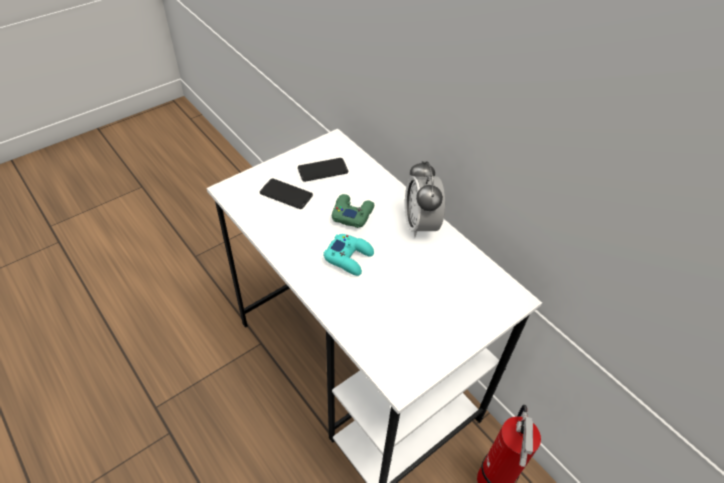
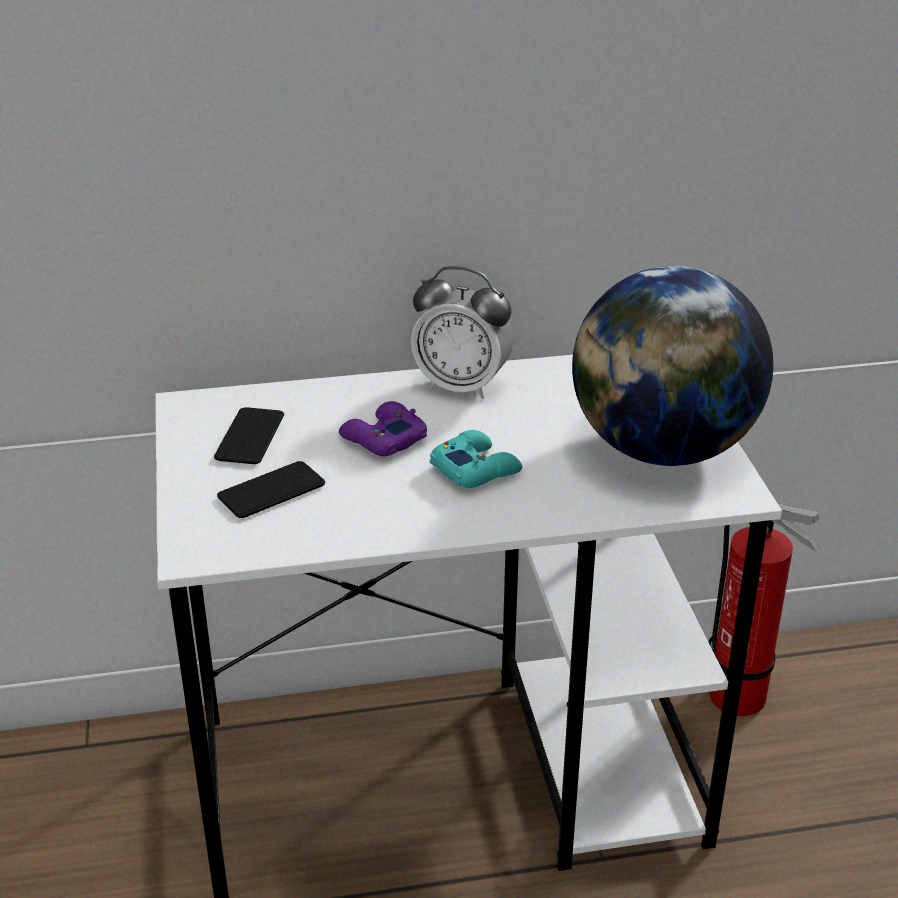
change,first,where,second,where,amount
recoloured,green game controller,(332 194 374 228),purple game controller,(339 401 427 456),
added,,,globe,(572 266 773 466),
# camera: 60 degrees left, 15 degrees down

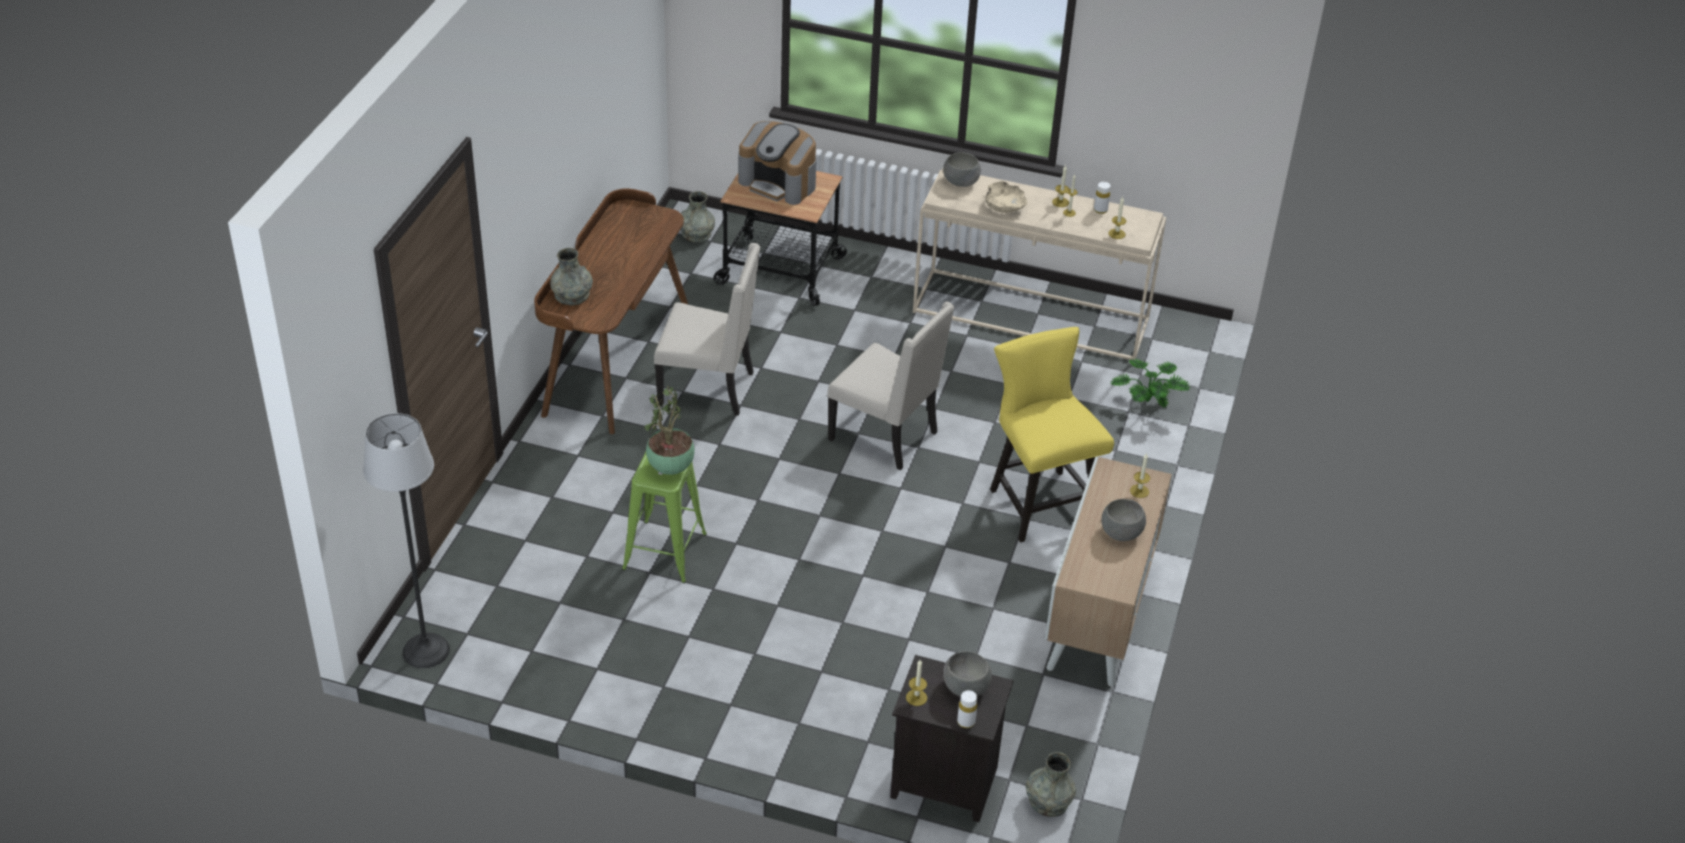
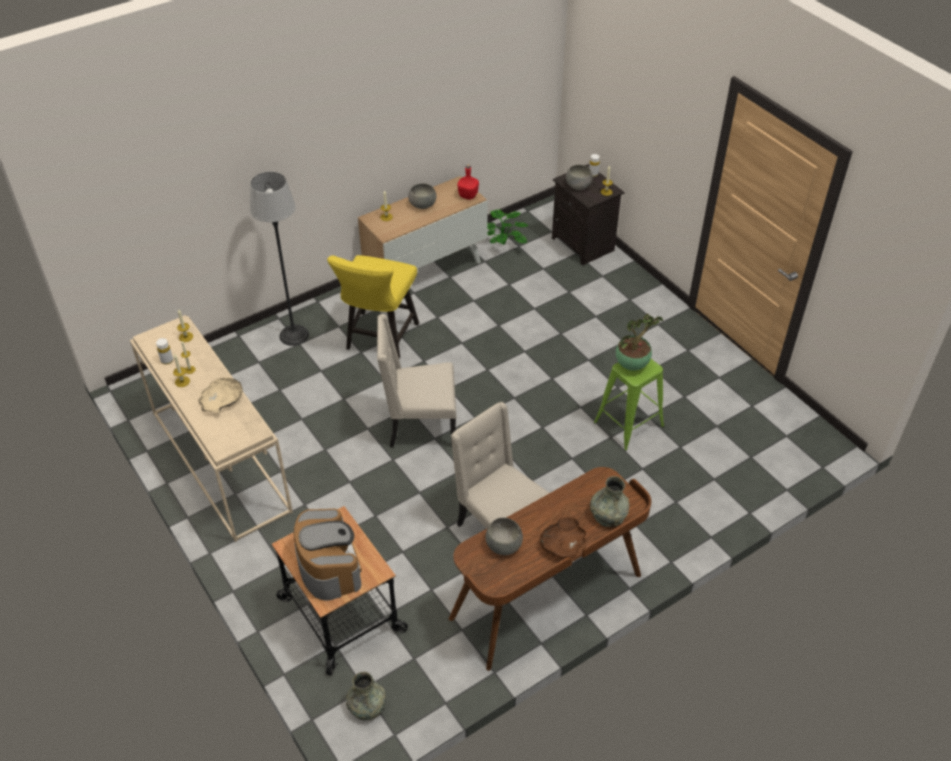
change,first,where,second,where,amount
moved,floor lamp,(363 413 450 668),,(250 172 309 346),
turned,beige chair,(827 301 954 470),,(377 314 457 447),75 degrees counterclockwise
added,,,red bottle,(458 164 479 200),
moved,grey bowl,(943 152 981 187),,(485 517 523 555),
moved,potted plant,(1110 358 1190 407),,(487 210 528 245),
added,,,brown bowl,(540 517 586 558),
removed,grey vase,(1026 752 1076 817),,,
# camera: 140 degrees left, 5 degrees up

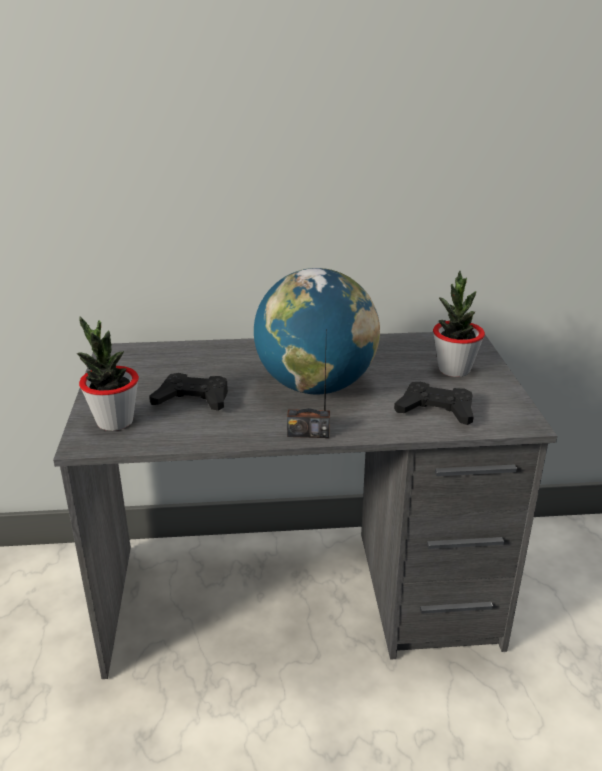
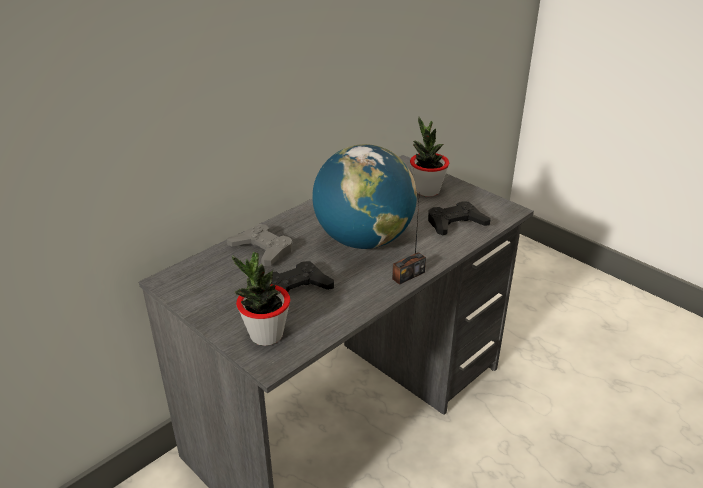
change,first,where,second,where,amount
added,,,grey game controller,(227 224 293 266),
# camera: 40 degrees left, 5 degrees up

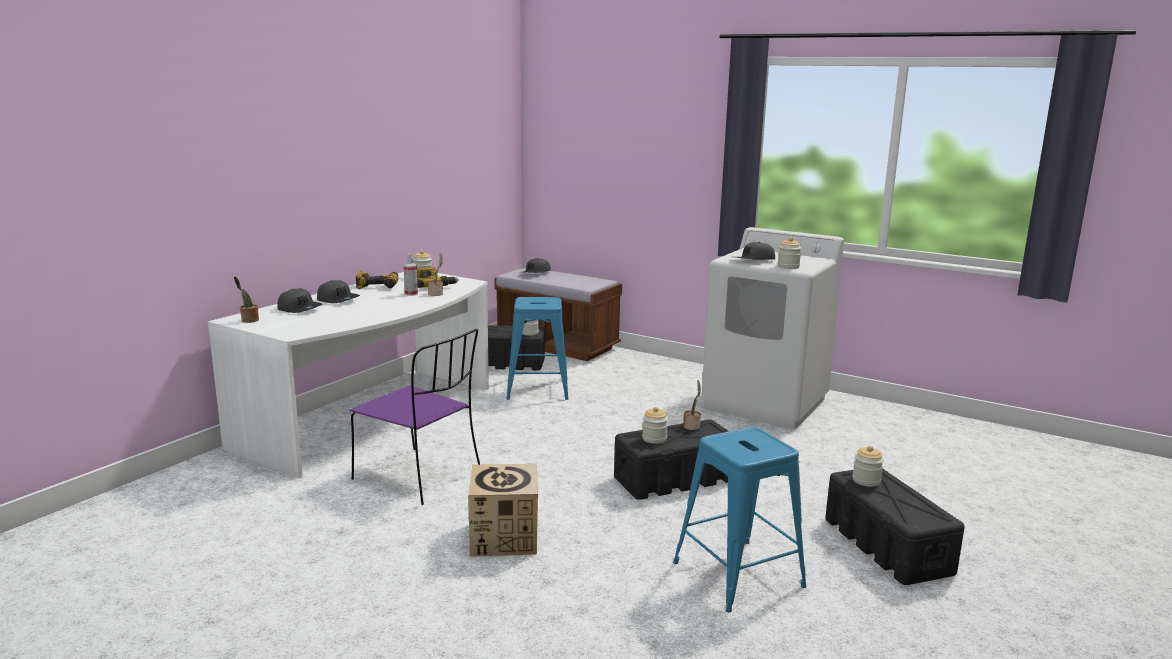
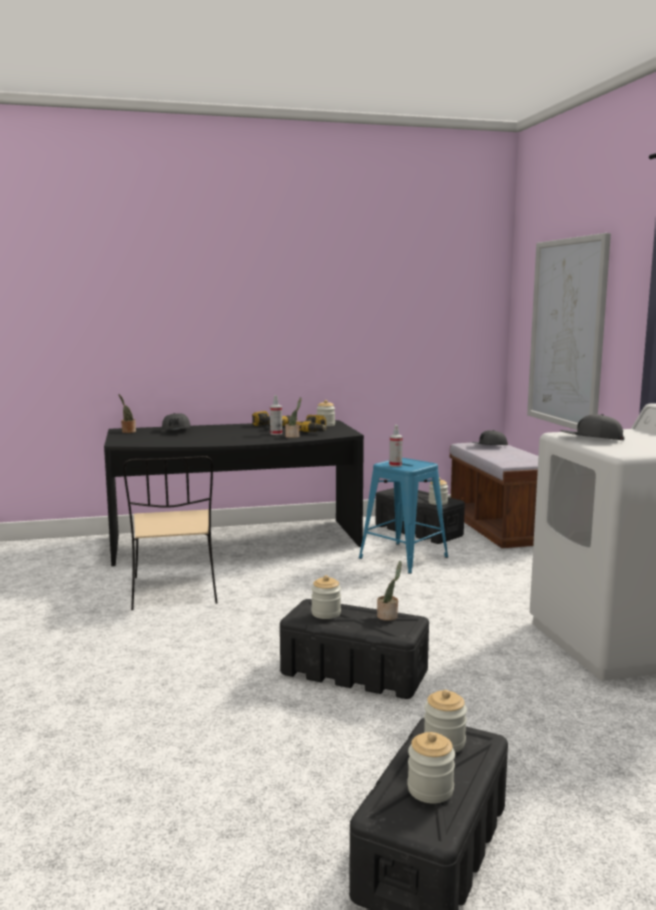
change,first,where,second,where,amount
recoloured,white desk,(208 272 489 478),black desk,(104 420 364 566),
recoloured,purple chair,(350 329 480 505),beige chair,(123 456 218 610),
added,,,spray bottle,(389 425 403 467),
moved,jar,(778 238 801 269),,(407 732 455 803),
added,,,picture,(527 233 611 430),
removed,grey cap,(317 280 360 303),,,
removed,cardboard box,(468 464 538 557),,,
removed,blue stool,(673 427 807 612),,,
# camera: 45 degrees right, 5 degrees down

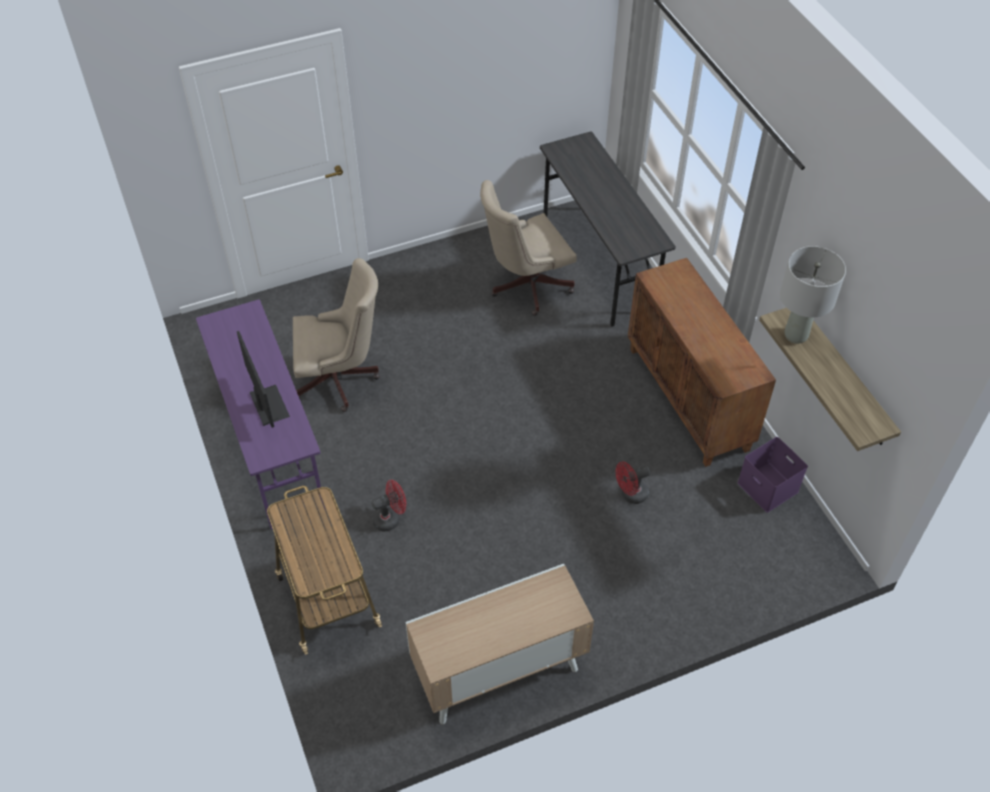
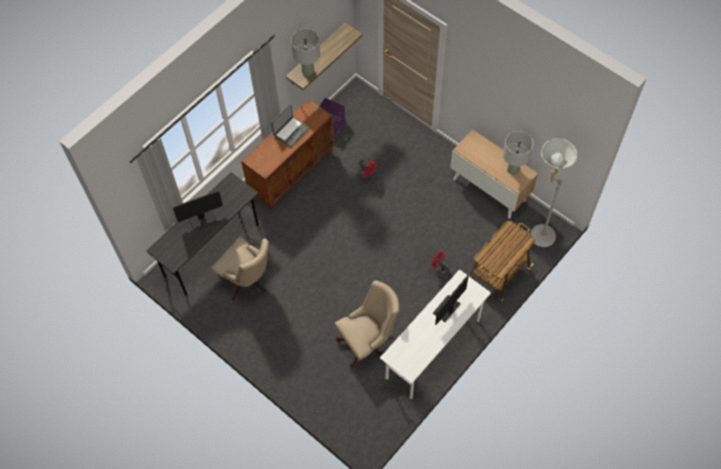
change,first,where,second,where,amount
added,,,monitor,(172 190 223 232),
added,,,laptop,(271 103 309 147),
turned,beige office chair,(293 258 380 412),,(335 280 400 367),90 degrees clockwise
recoloured,purple desk,(196 300 326 530),white desk,(380 270 491 399),
added,,,grey table lamp,(503 131 534 175),
added,,,grey floor lamp,(530 138 577 247),
# camera: 115 degrees left, 10 degrees up

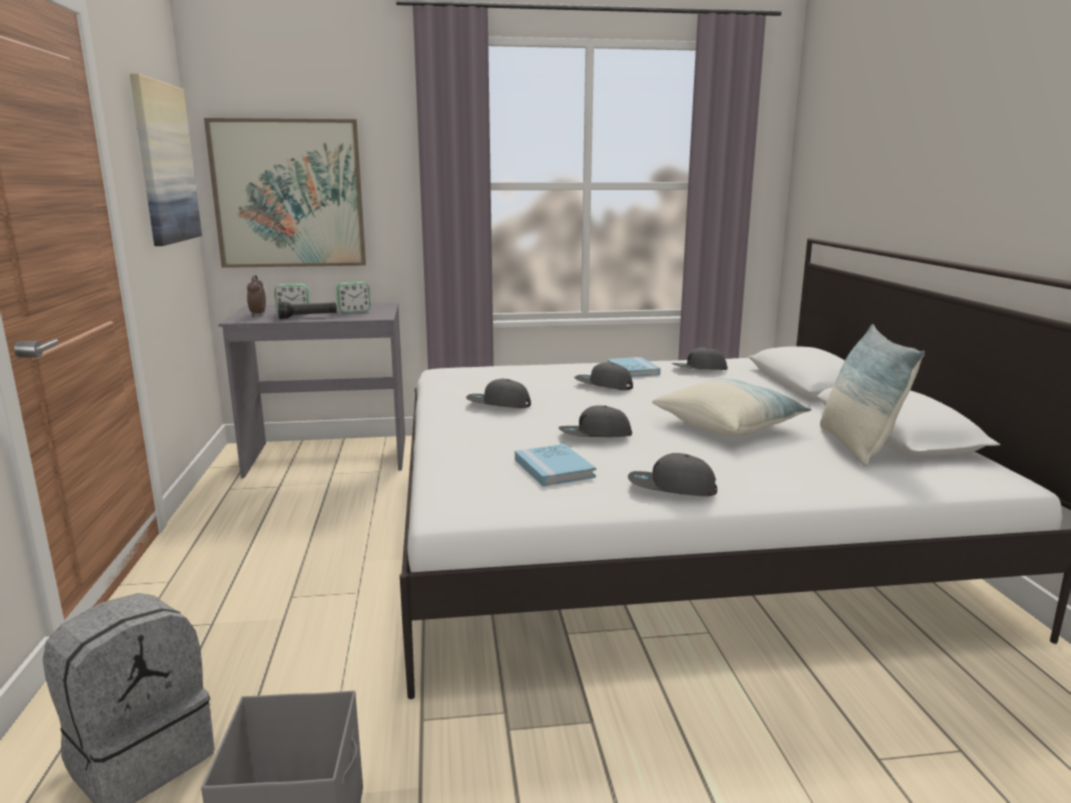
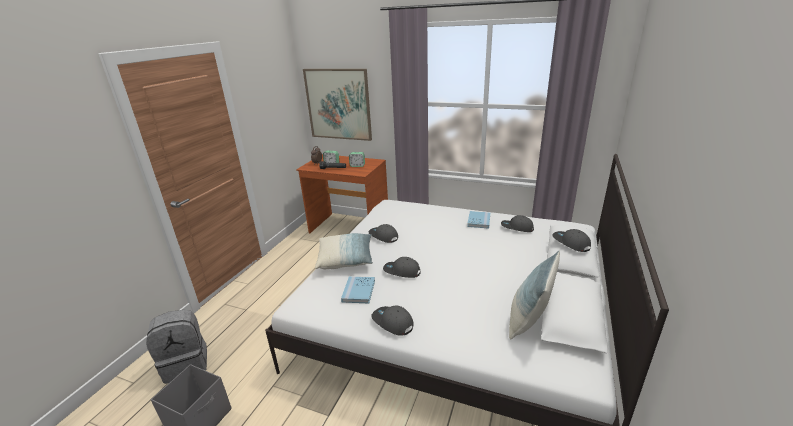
change,first,where,second,where,amount
recoloured,grey desk,(218 302 405 478),brown desk,(296 154 388 233),
moved,pillow,(652 379 812 436),,(315 233 373 269),
moved,grey cap,(574 362 633 390),,(552 229 591 252),
removed,picture,(130 73 202 246),,,
# camera: 30 degrees right, 10 degrees up

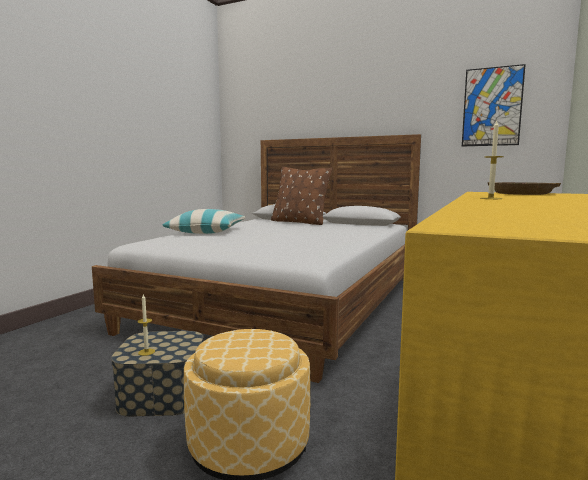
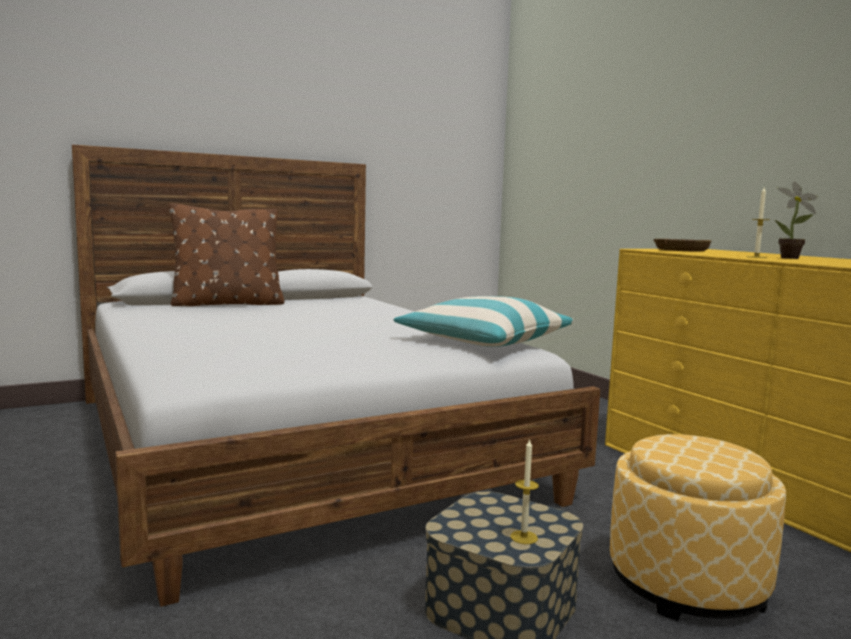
change,first,where,second,where,amount
moved,pillow,(163 209 245 234),,(394 296 574 347),
added,,,potted plant,(775 181 818 259),
removed,picture,(462 64 526 146),,,
# camera: 55 degrees left, 0 degrees up

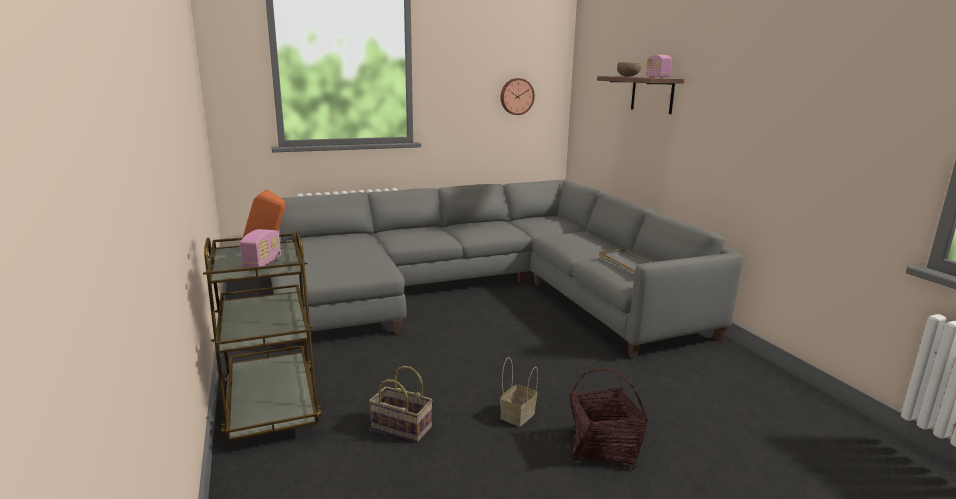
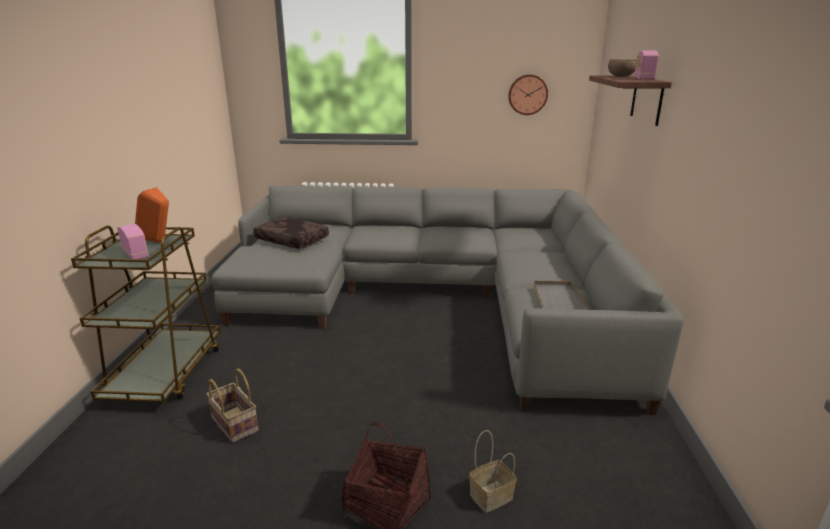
change,first,where,second,where,amount
turned,radio,(240 229 281 268),,(117 224 149 259),75 degrees counterclockwise
added,,,brown pillow,(253 217 329 249),
moved,basket,(500 357 538 427),,(469 430 517 513),
# camera: 25 degrees right, 5 degrees up

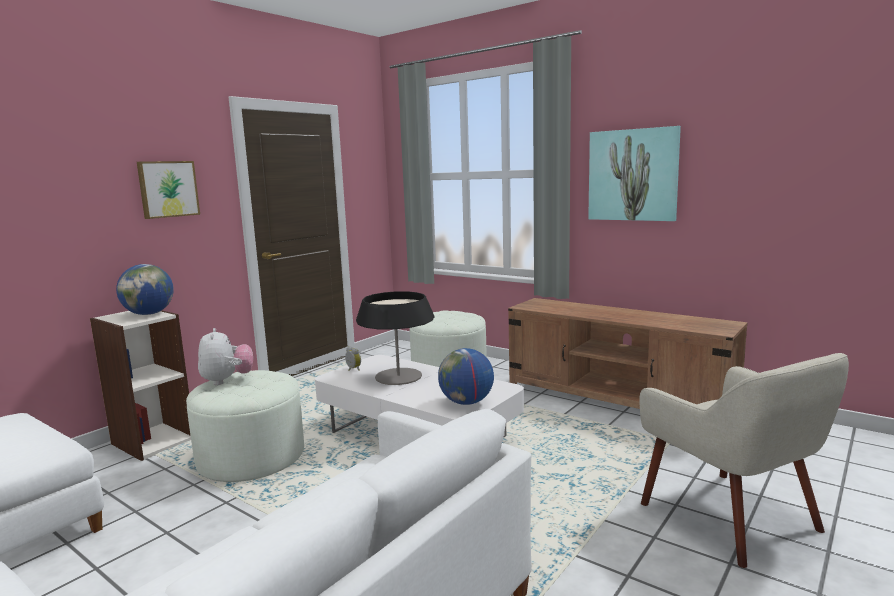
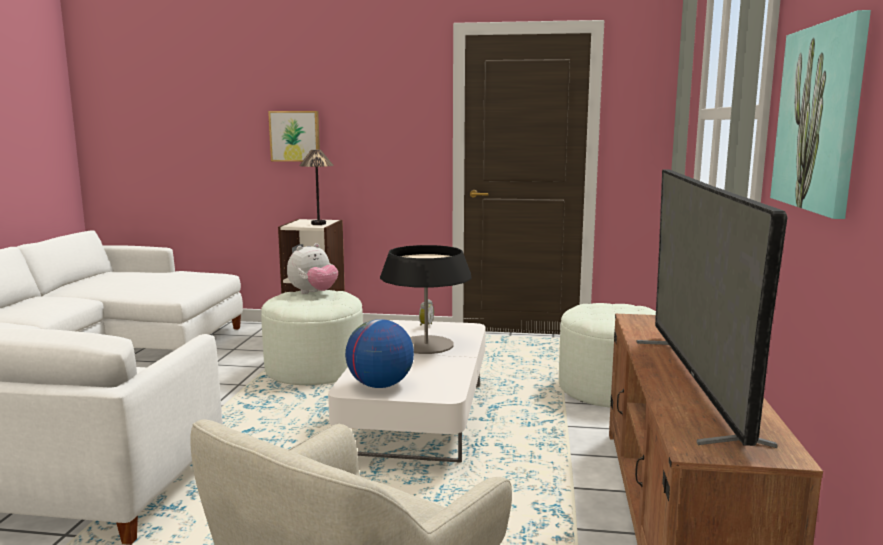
change,first,where,second,where,amount
moved,picture,(137 161 200 219),,(268 111 320 162),
replaced,globe,(116 264 174 315),table lamp,(299 150 334 225),
added,,,television,(637 169 788 448),
# camera: 60 degrees right, 0 degrees up

